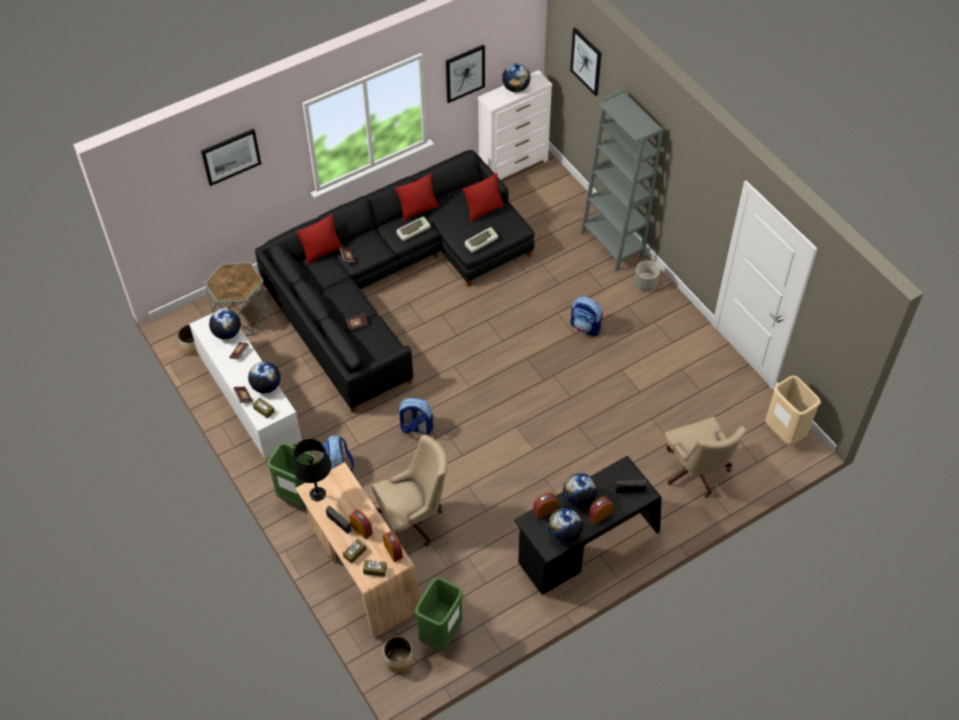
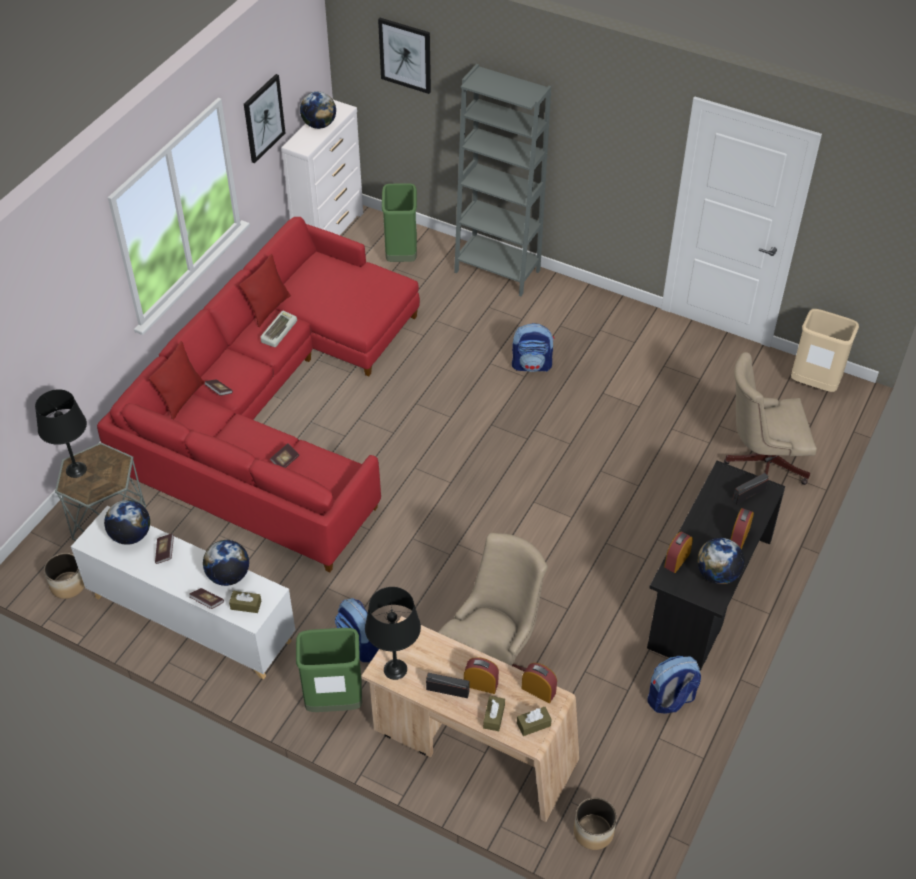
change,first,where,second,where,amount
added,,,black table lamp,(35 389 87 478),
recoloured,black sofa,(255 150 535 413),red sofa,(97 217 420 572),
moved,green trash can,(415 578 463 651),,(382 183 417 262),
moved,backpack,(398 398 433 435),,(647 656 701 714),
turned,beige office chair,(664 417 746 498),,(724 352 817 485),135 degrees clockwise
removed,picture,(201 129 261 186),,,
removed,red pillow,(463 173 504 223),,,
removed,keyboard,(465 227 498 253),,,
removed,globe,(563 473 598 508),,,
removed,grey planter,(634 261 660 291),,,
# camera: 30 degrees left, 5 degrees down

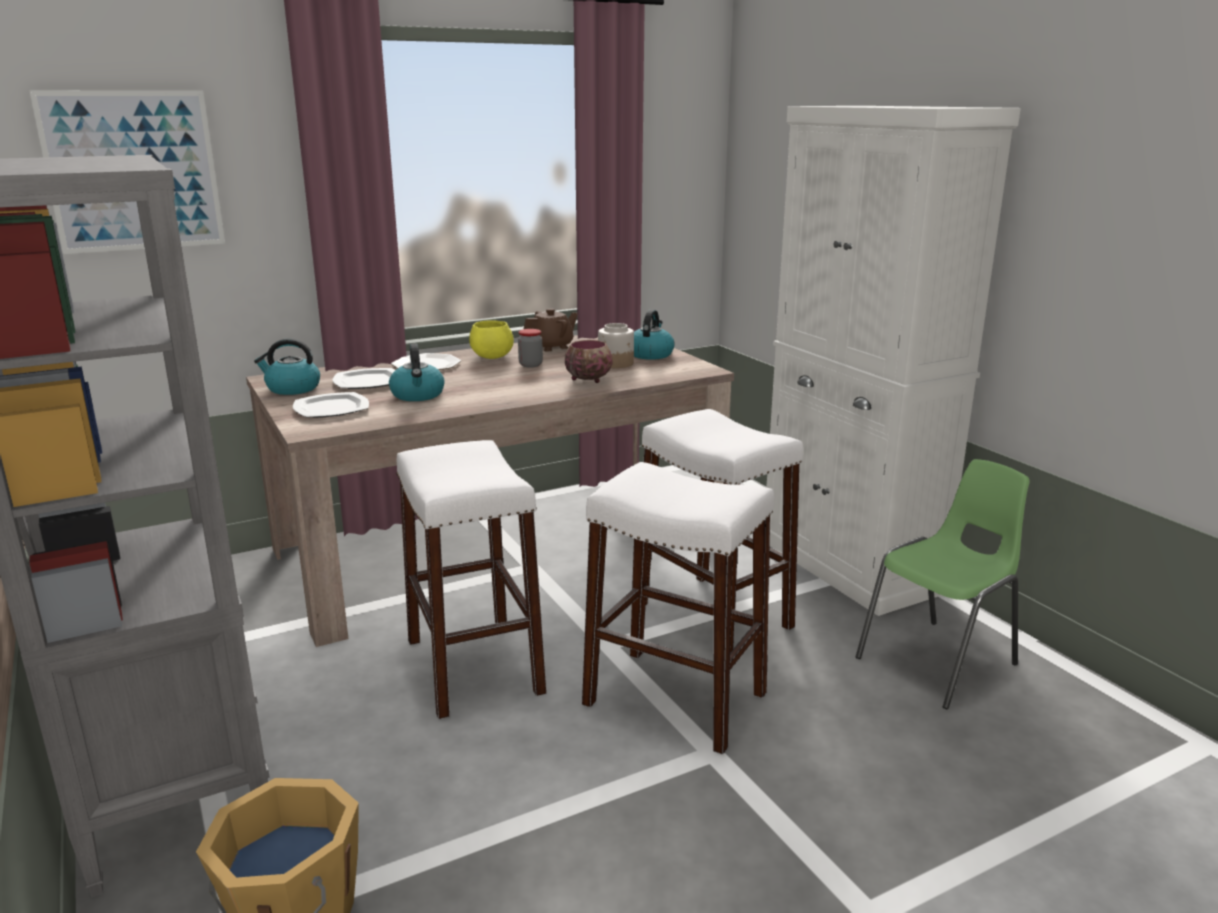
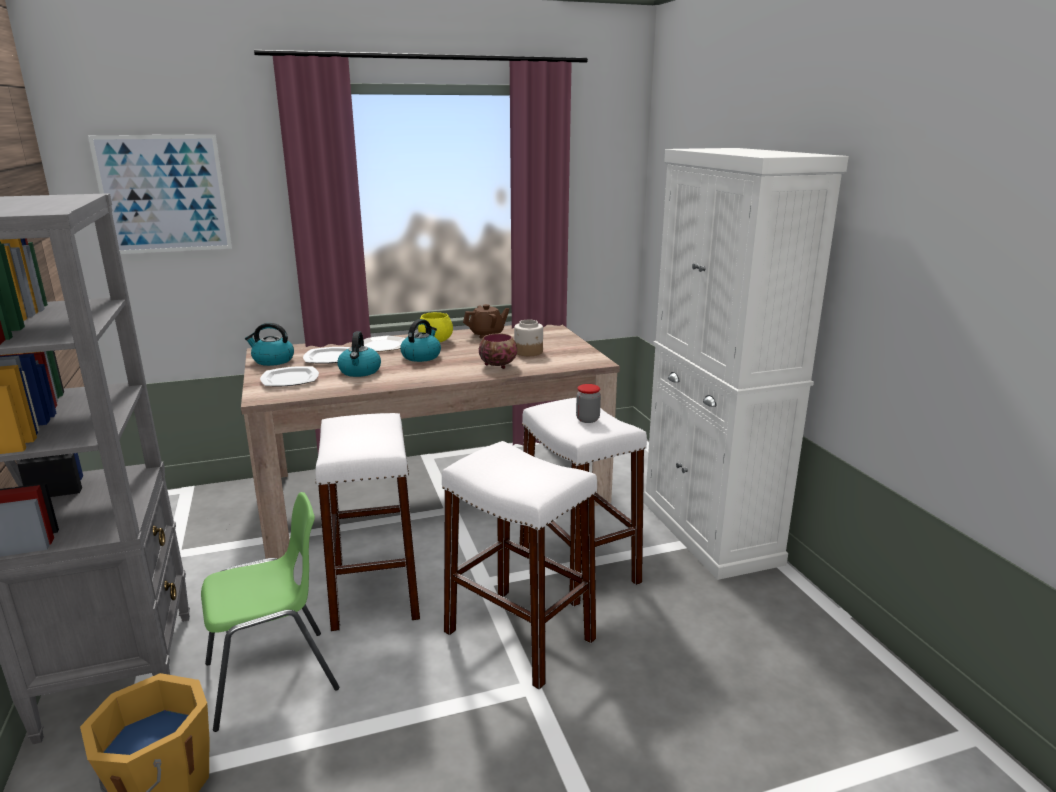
change,first,where,second,where,amount
moved,green chair,(856 459 1029 709),,(201 492 340 732),
moved,kettle,(634 310 675 360),,(400 319 441 362),
moved,jar,(518 329 543 368),,(576 384 601 423),
# camera: 10 degrees right, 0 degrees up

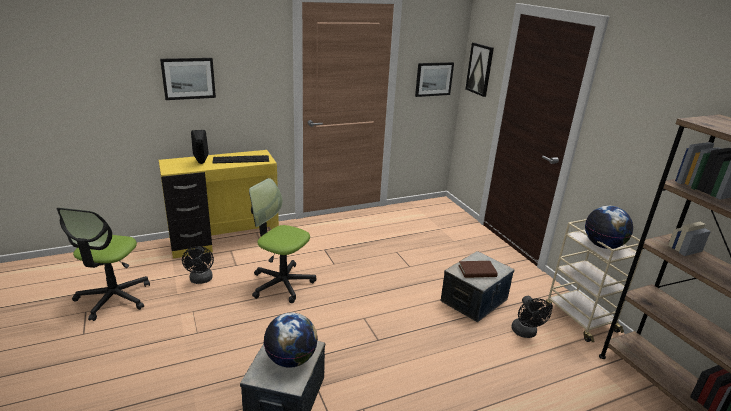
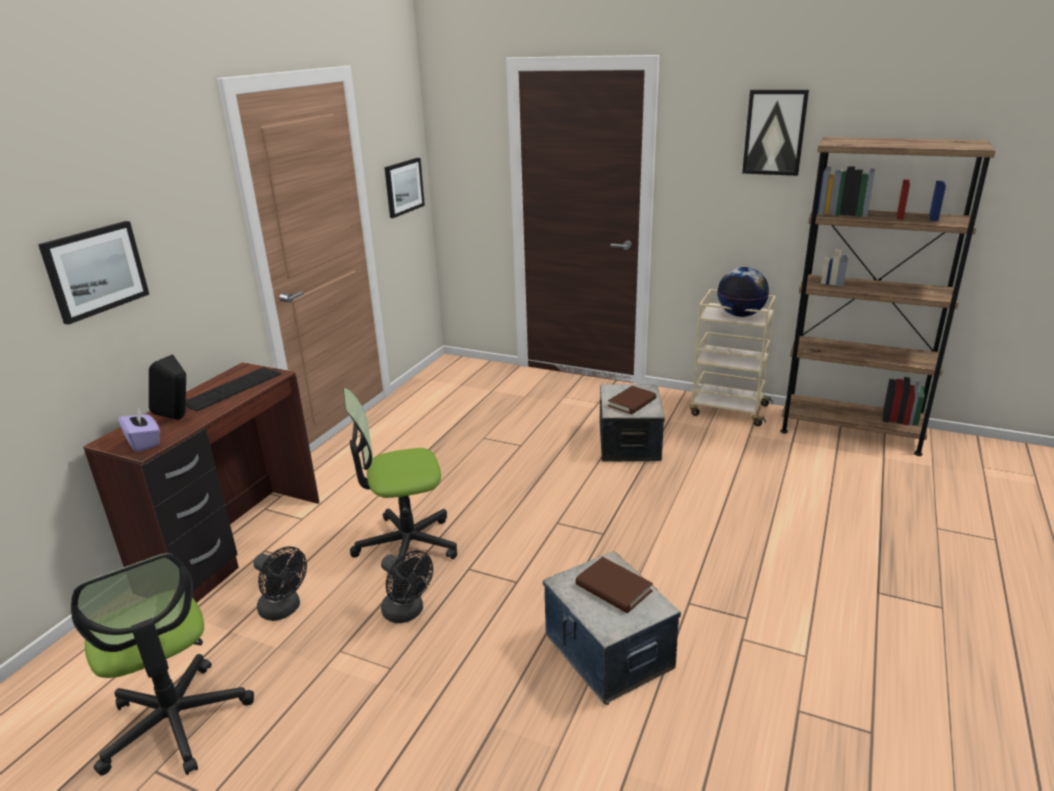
change,first,where,second,where,amount
recoloured,yellow desk,(158 150 279 259),brown desk,(83 362 320 603),
added,,,purple tissue box,(118 406 160 452),
moved,black fan,(512 296 552 338),,(381 550 433 623),
replaced,globe,(264 313 318 368),brown book,(576 557 653 613),
moved,picture,(465 43 494 97),,(742 90 809 176),
# camera: 40 degrees left, 0 degrees up

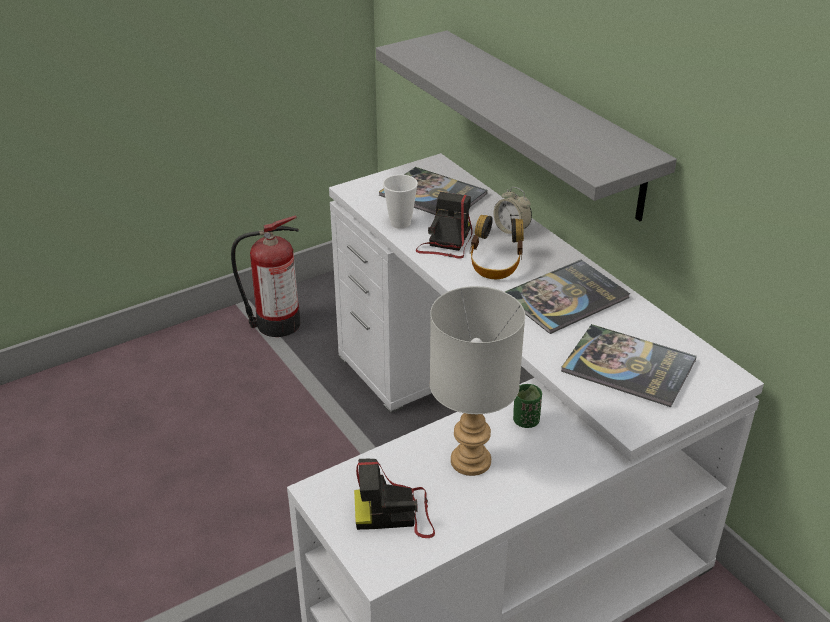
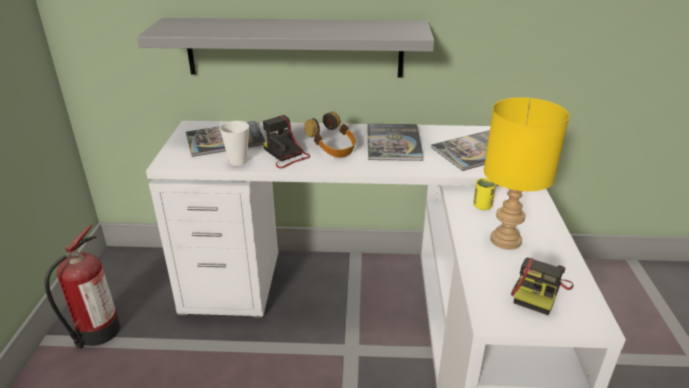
change,first,where,second,where,amount
recoloured,green cup,(513 384 542 428),yellow cup,(473 178 496 210),
recoloured,grey table lamp,(430 286 525 476),yellow table lamp,(484 97 569 250),
removed,alarm clock,(494 187 532 234),,,
# camera: 55 degrees left, 5 degrees down

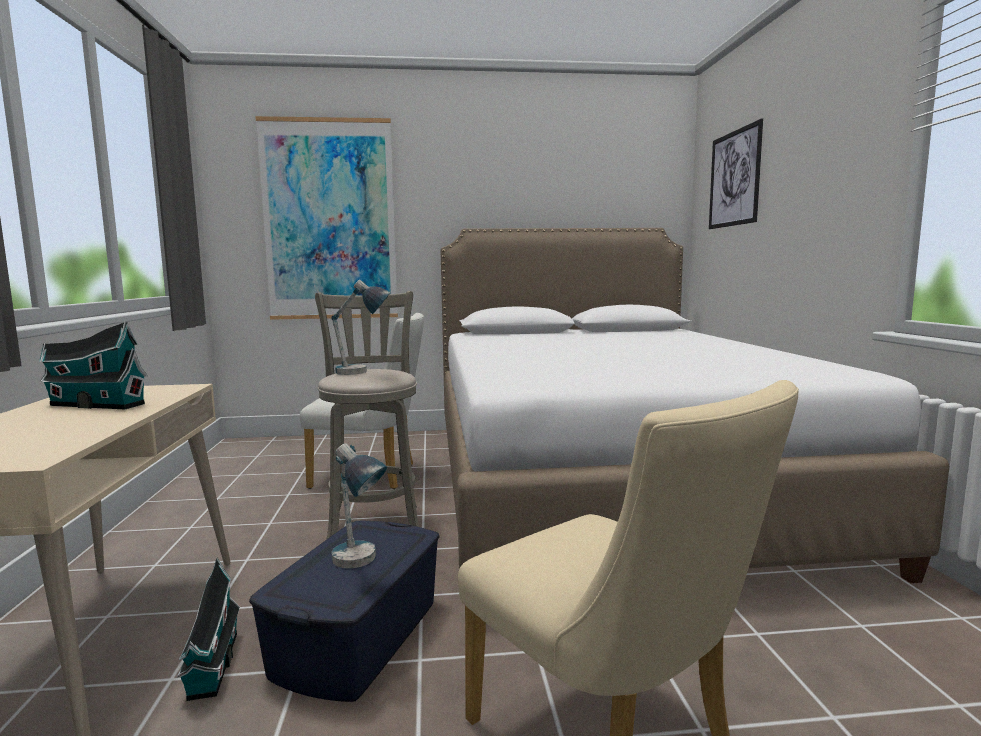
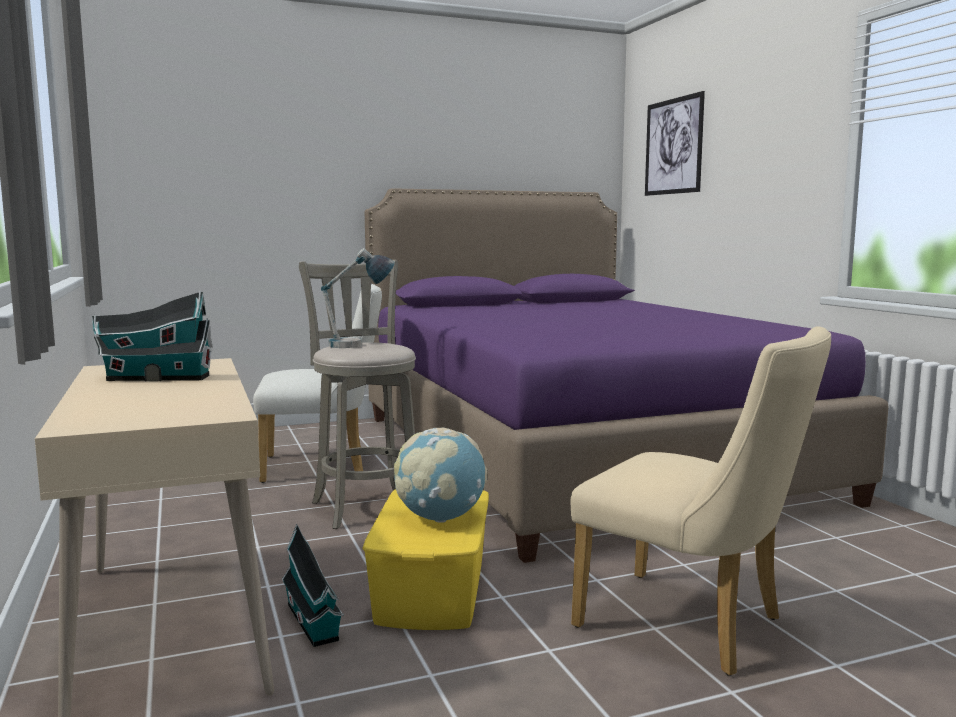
change,first,where,second,where,amount
recoloured,blue storage box,(249 521 439 702),yellow storage box,(363 489 489 630),
recoloured,white bed,(441 228 950 583),purple bed,(365 188 889 563),
replaced,table lamp,(332 444 387 568),globe,(394 428 487 523),
removed,picture,(255 116 398 320),,,
# camera: 15 degrees left, 0 degrees up

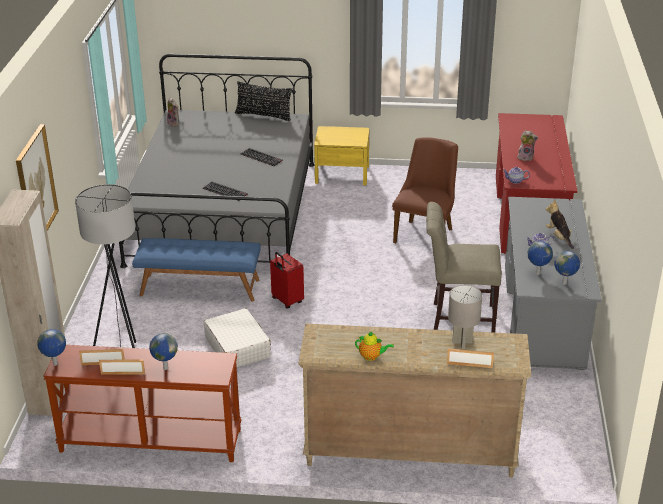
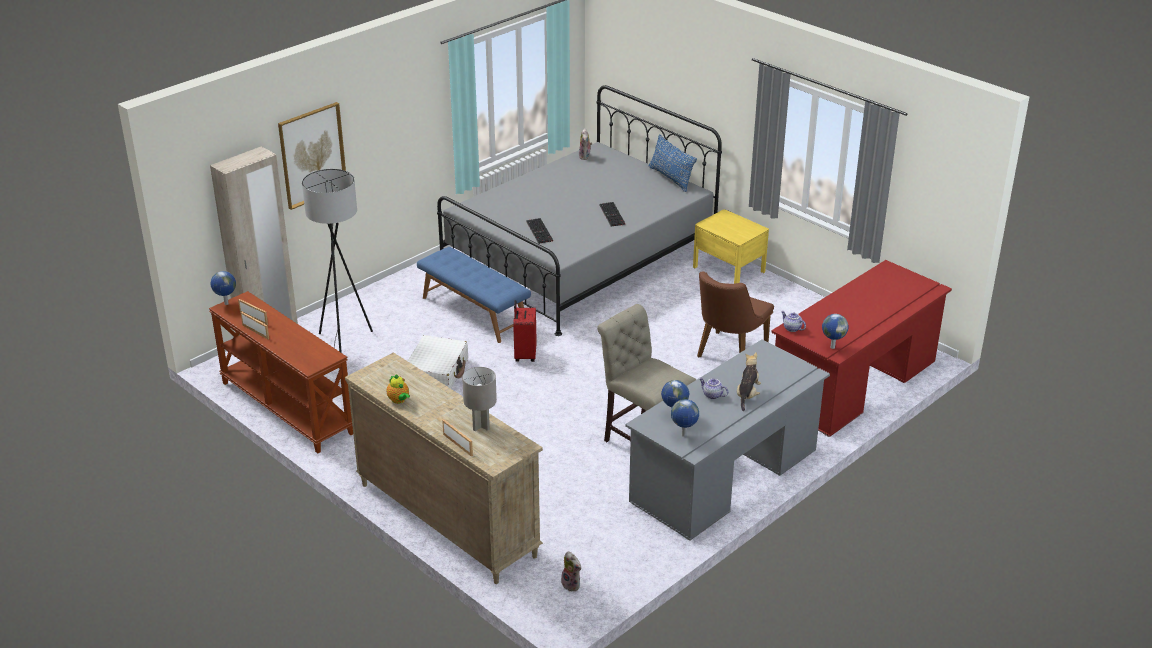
change,first,where,second,where,amount
moved,plush toy,(518 130 538 161),,(561 551 581 592),
recoloured,black pillow,(235 81 293 121),blue pillow,(648 134 697 192),
turned,brown chair,(392 138 458 243),,(697 271 774 358),150 degrees clockwise
moved,globe,(149 333 178 370),,(822 314 849 349),
# camera: 40 degrees right, 0 degrees up

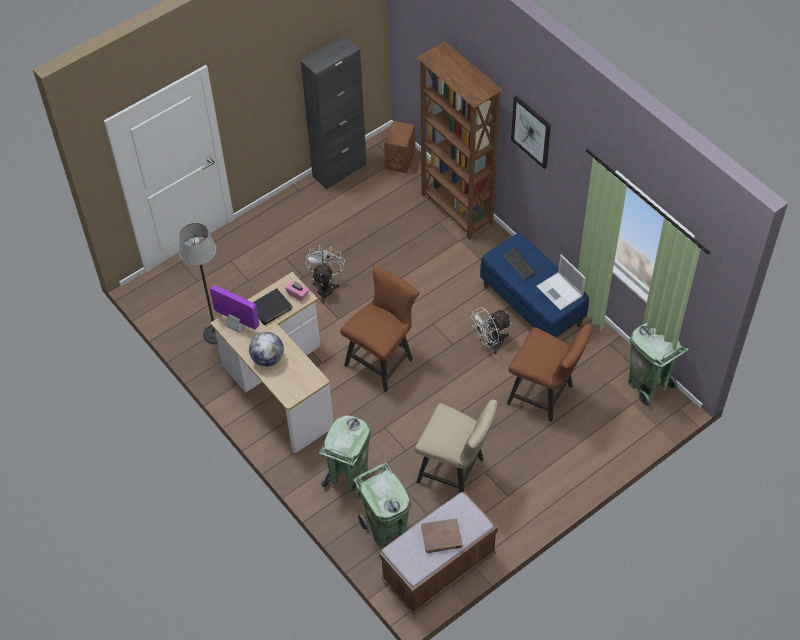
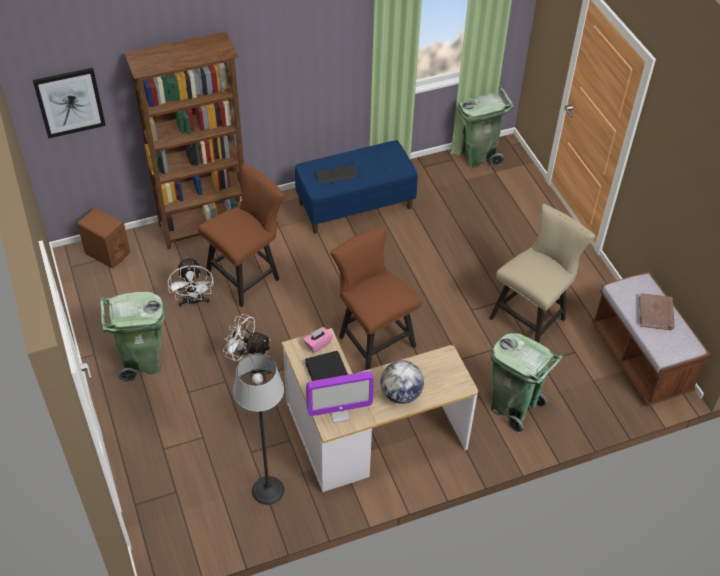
change,first,where,second,where,amount
moved,picture,(511 96 551 169),,(33 68 106 139),
moved,green trash can,(352 463 411 546),,(100 292 165 382),
moved,white fan,(471 307 512 354),,(168 256 214 307),
moved,brown chair,(507 324 592 422),,(198 163 285 307),
turned,monitor,(210 285 259 332),,(306 371 374 423),150 degrees counterclockwise
removed,black cabinet,(301 36 367 189),,,
removed,laptop,(536 254 586 311),,,
# camera: 75 degrees left, 5 degrees down

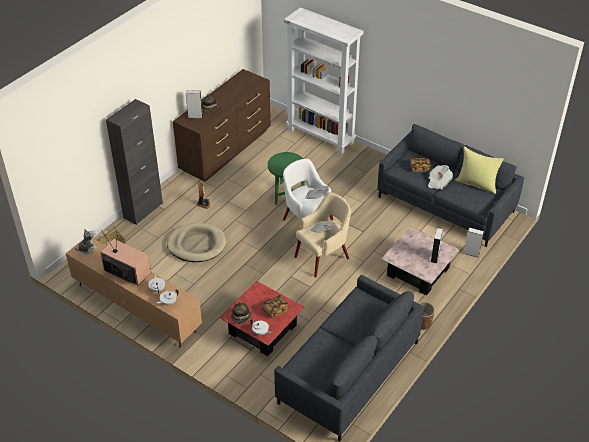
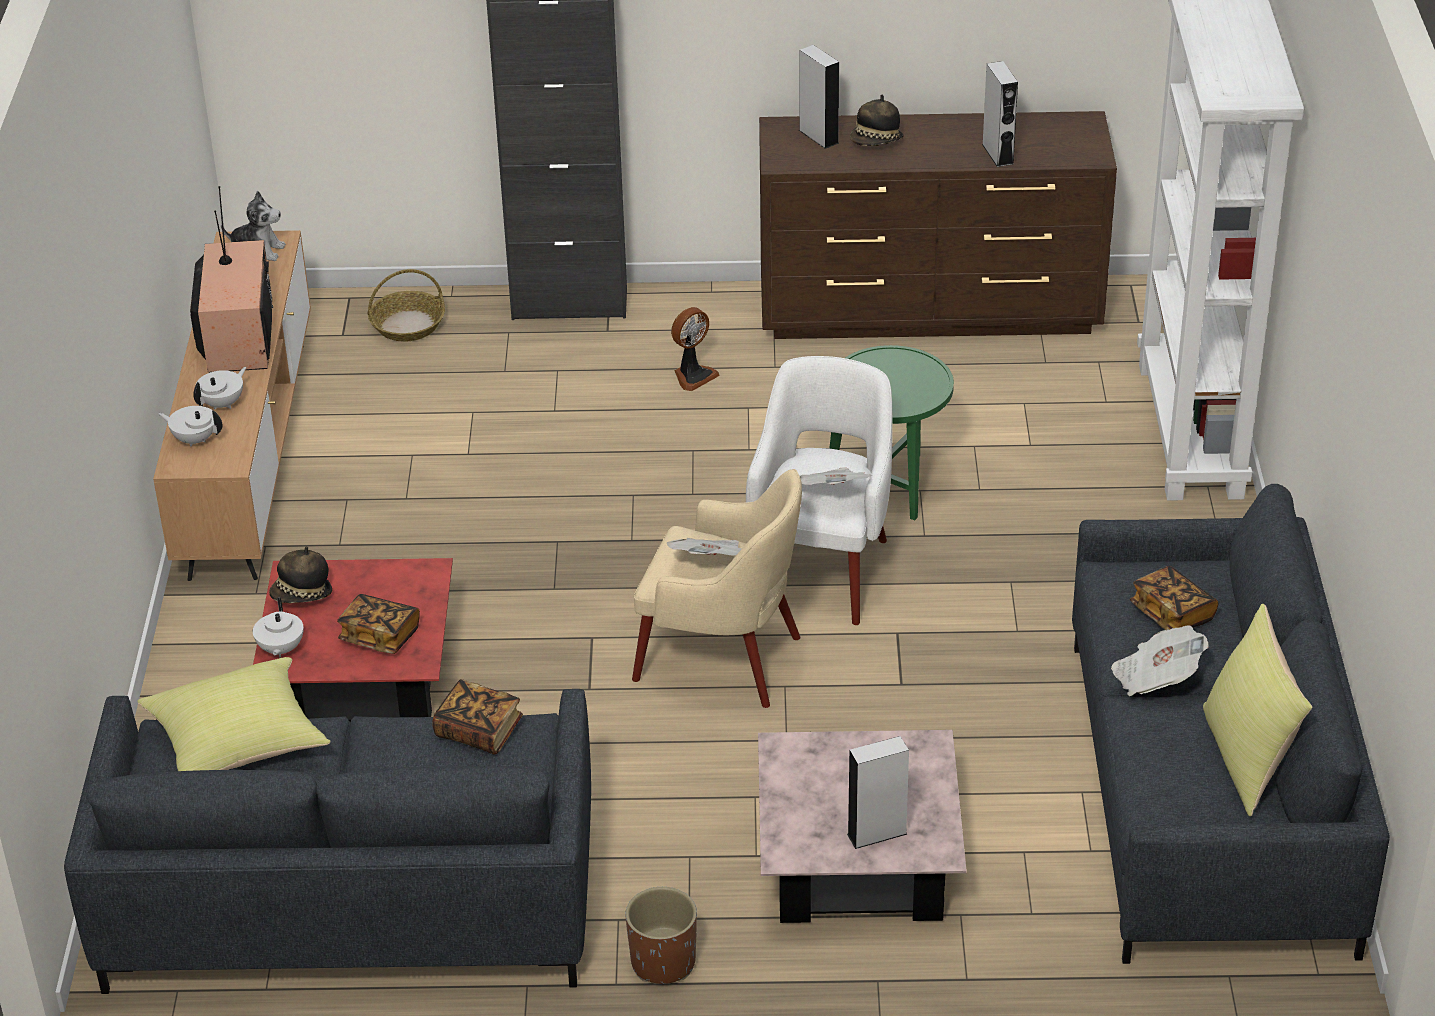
change,first,where,second,where,amount
added,,,yellow pillow,(137 657 331 771),
added,,,book,(432 679 523 755),
moved,grey speaker,(463 228 484 257),,(982 61 1018 167),
removed,beige dog bed,(167 223 226 262),,,
# camera: 55 degrees right, 5 degrees down

